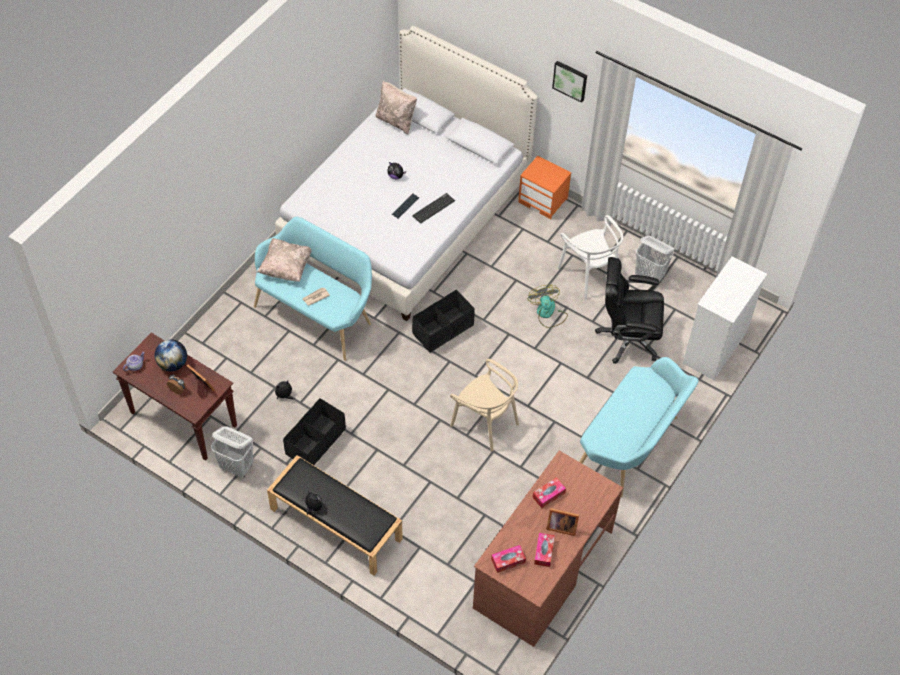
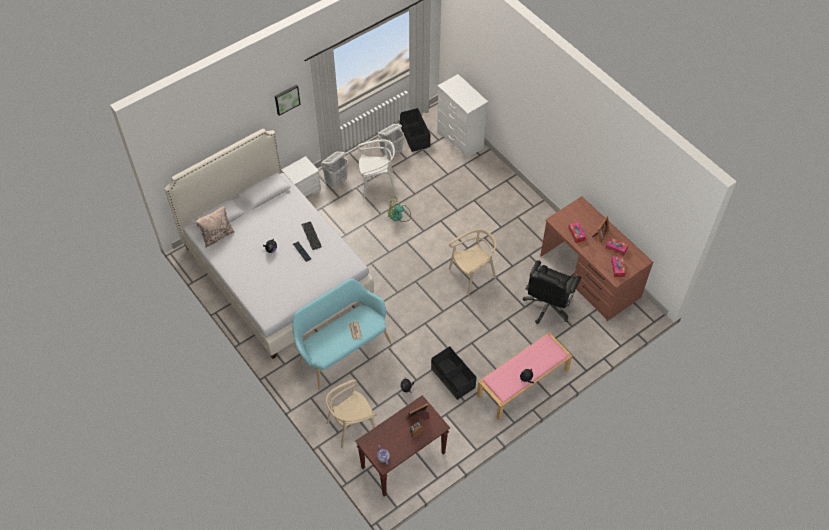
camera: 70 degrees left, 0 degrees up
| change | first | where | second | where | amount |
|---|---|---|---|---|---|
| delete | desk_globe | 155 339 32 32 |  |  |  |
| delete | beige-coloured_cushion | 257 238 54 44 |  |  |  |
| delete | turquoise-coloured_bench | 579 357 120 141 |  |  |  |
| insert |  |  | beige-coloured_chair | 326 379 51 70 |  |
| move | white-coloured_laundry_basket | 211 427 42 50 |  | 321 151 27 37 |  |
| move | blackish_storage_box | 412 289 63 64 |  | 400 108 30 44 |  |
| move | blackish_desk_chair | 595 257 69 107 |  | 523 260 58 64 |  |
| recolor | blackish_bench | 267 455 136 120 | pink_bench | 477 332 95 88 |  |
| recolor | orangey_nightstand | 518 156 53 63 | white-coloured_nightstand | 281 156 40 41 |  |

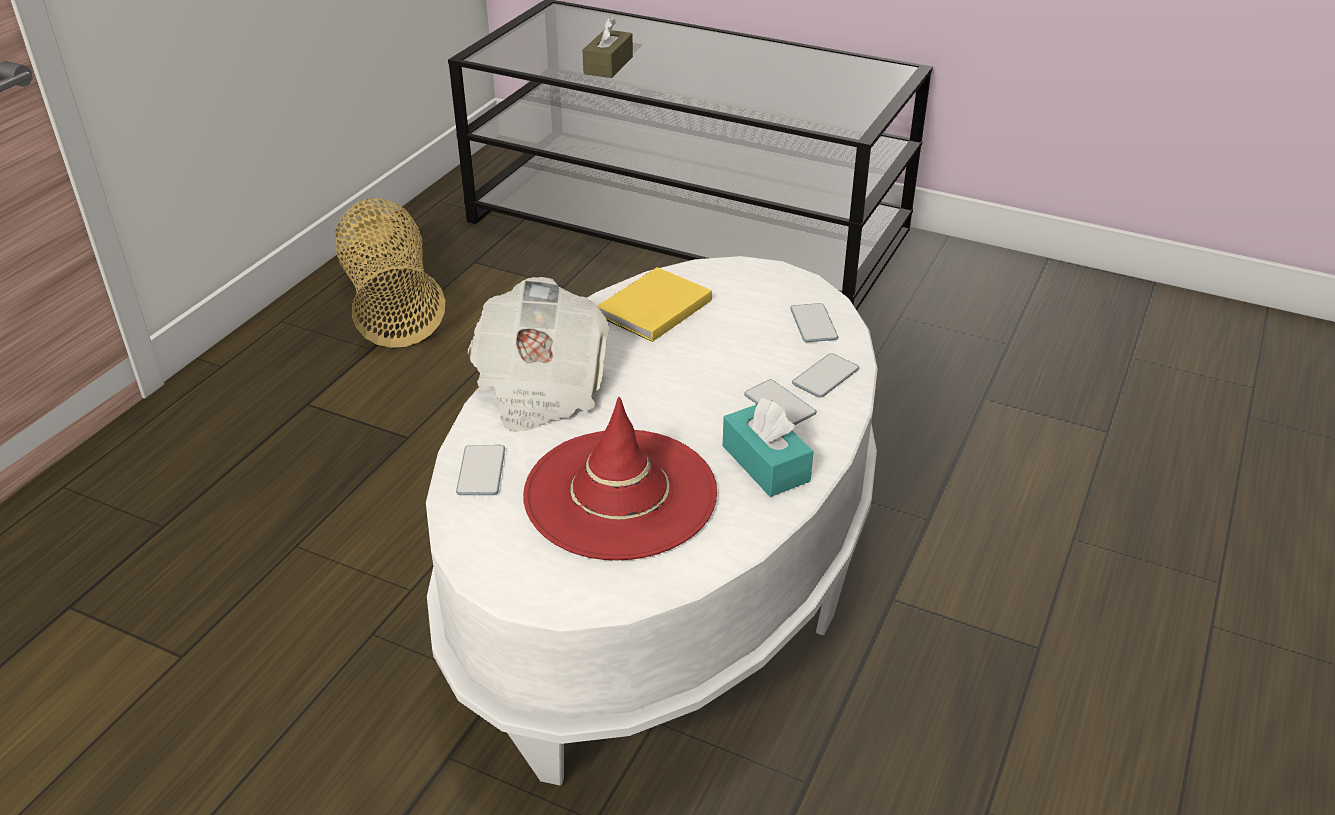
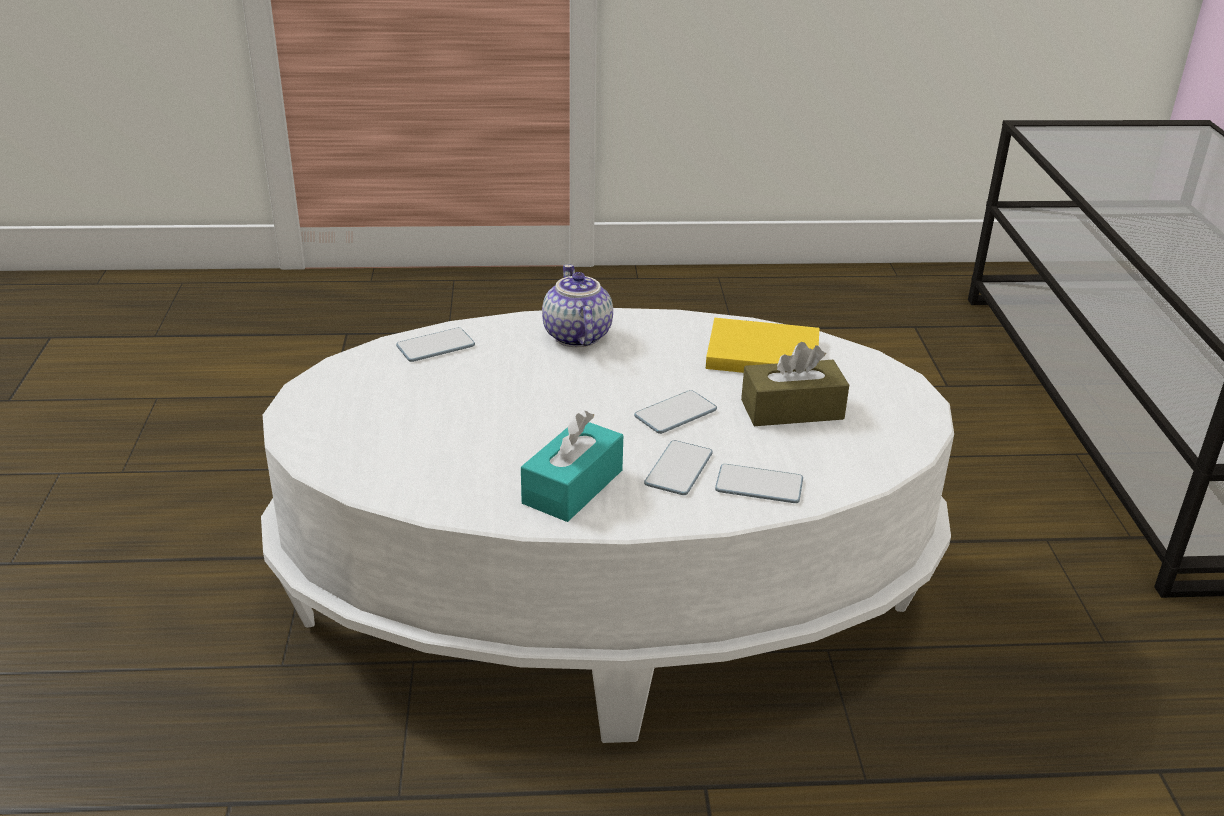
camera: 60 degrees right, 5 degrees down
| change | first | where | second | where | amount |
|---|---|---|---|---|---|
| delete | basket | 336 198 109 150 |  |  |  |
| delete | red_hat | 523 397 194 163 |  |  |  |
| move | brown_tissue_box | 582 17 51 61 |  | 741 342 108 84 |  |
| move | handset | 790 303 48 39 |  | 634 390 83 44 |  |
| replace | printed_paper | 467 277 142 155 | teapot | 542 264 71 83 |  |

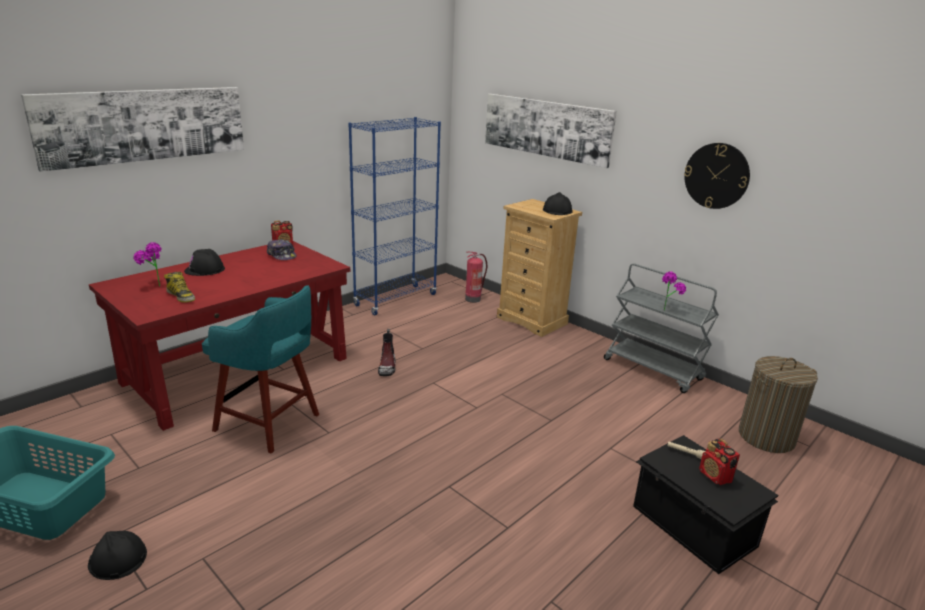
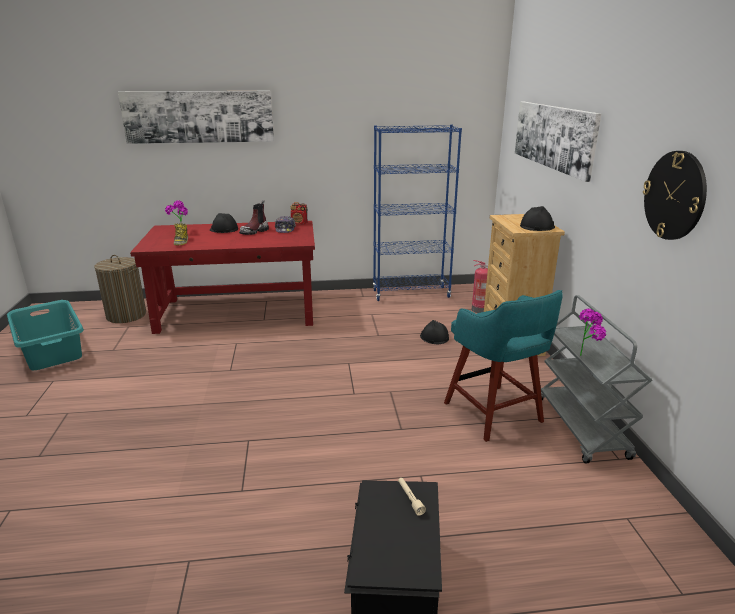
camera: 40 degrees right, 0 degrees up
| change | first | where | second | where | amount |
|---|---|---|---|---|---|
| delete | radio_set | 699 439 41 46 |  |  |  |
| move | blackish_safety_helmet | 88 531 59 49 |  | 420 320 29 24 |  |
| move | turquoise-coloured_stool | 202 285 117 168 |  | 444 290 119 152 |  |
| move | boot | 378 329 17 47 |  | 239 200 30 35 |  |
| move | laundry_basket | 739 356 79 97 |  | 94 255 52 68 |  |

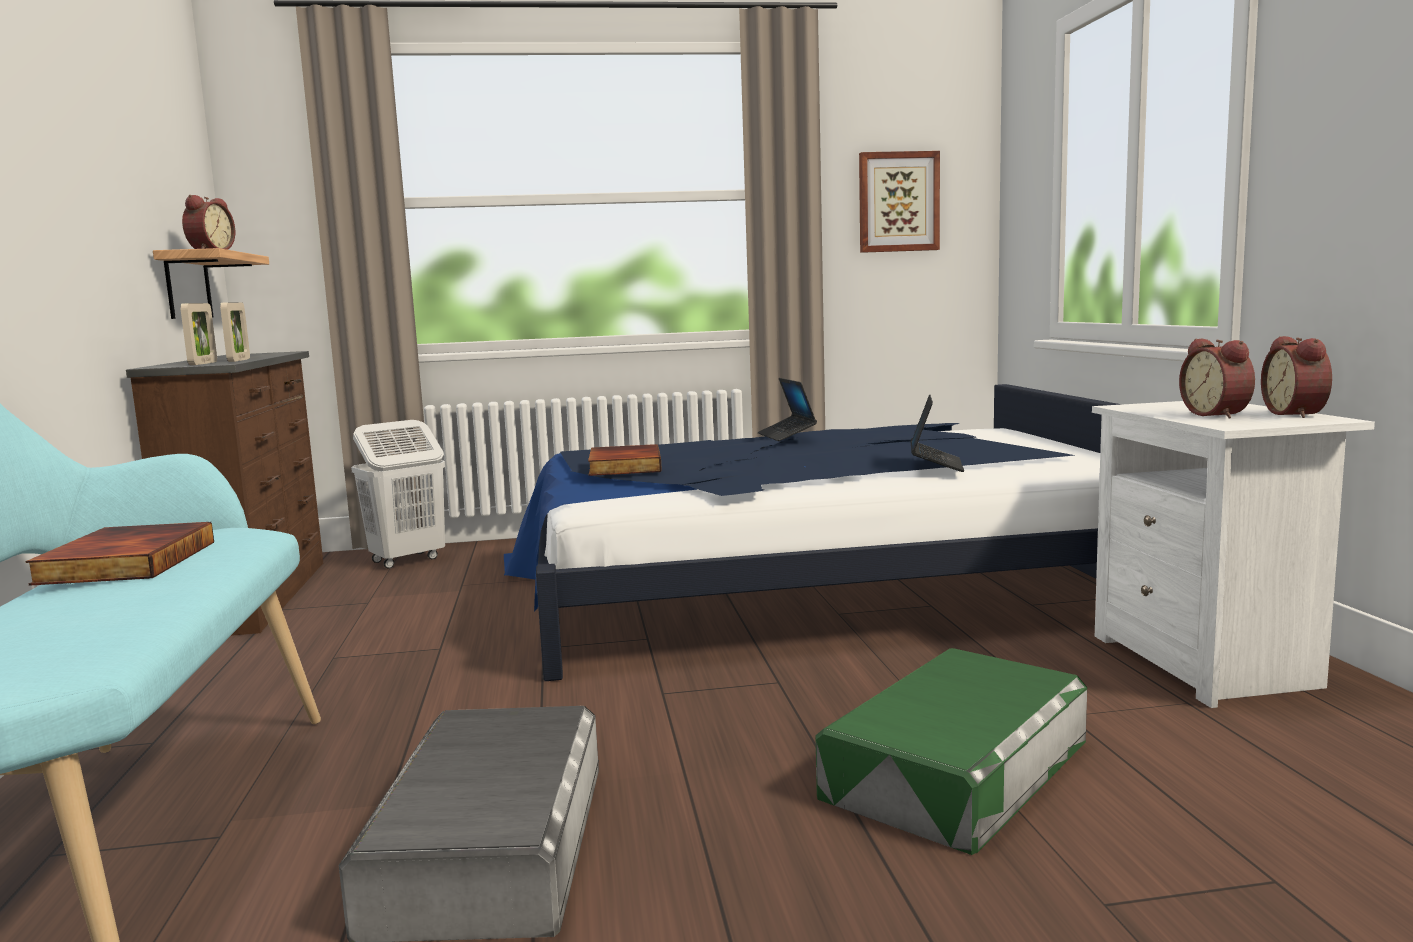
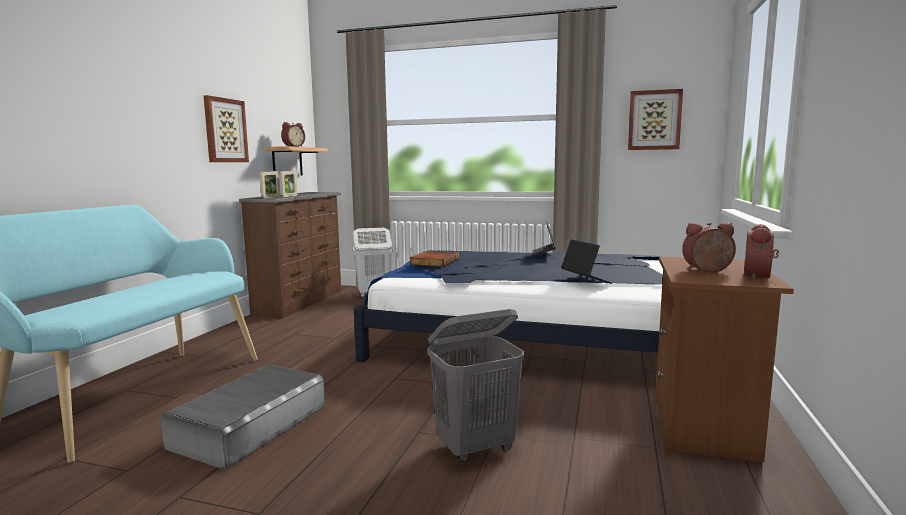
camera: 25 degrees right, 0 degrees up
| change | first | where | second | where | amount |
|---|---|---|---|---|---|
| delete | bound_book | 26 522 188 64 |  |  |  |
| insert |  |  | picture | 204 95 45 67 |  |
| replace | green-coloured_storage_box | 815 648 272 207 | grey_laundry_basket | 427 309 97 153 |  |
| recolor | white-coloured_nightstand | 1092 401 283 307 | brown_nightstand | 655 257 139 206 |  |
| rotate | portable_computer | 911 394 53 78 |  | 561 240 51 44 | 60 degrees counterclockwise |
| rotate | table_clock | 1179 339 76 80 |  | 682 223 54 50 | 75 degrees clockwise |

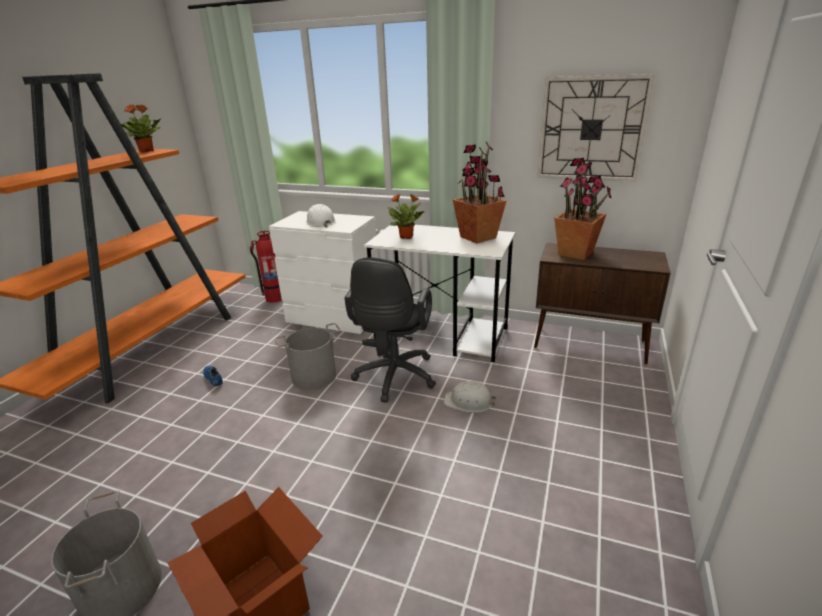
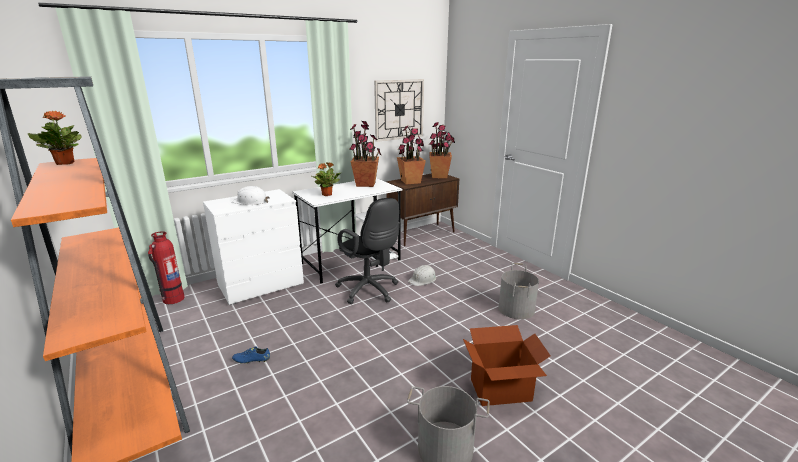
camera: 55 degrees left, 5 degrees down
| change | first | where | second | where | amount |
|---|---|---|---|---|---|
| insert |  |  | potted_plant | 429 122 26 56 |  |
| move | grey_water_bucket | 274 323 67 67 |  | 498 263 41 57 |  |

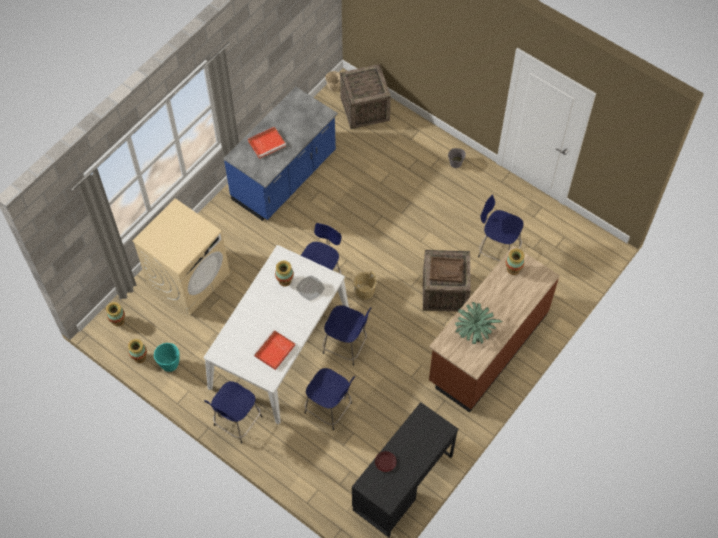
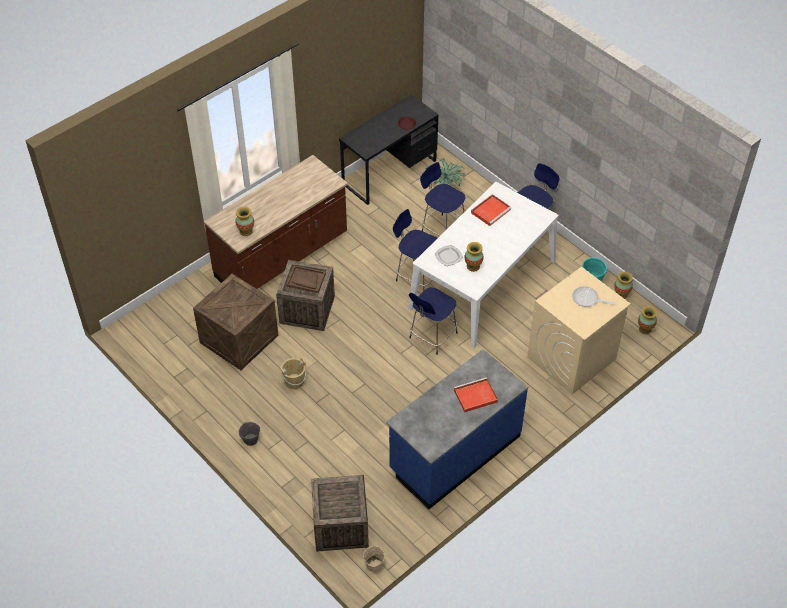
camera: 170 degrees left, 10 degrees down
| change | first | where | second | where | amount |
|---|---|---|---|---|---|
| insert |  |  | frying_pan | 572 286 44 21 |  |
| move | beige-coloured_water_bucket | 354 271 22 29 |  | 280 357 26 32 |  |
| move | potted_plant | 455 302 47 42 |  | 425 158 40 28 |  |
| replace | blue-coloured_stool | 478 194 46 67 | shipping_crate | 193 274 85 96 |  |

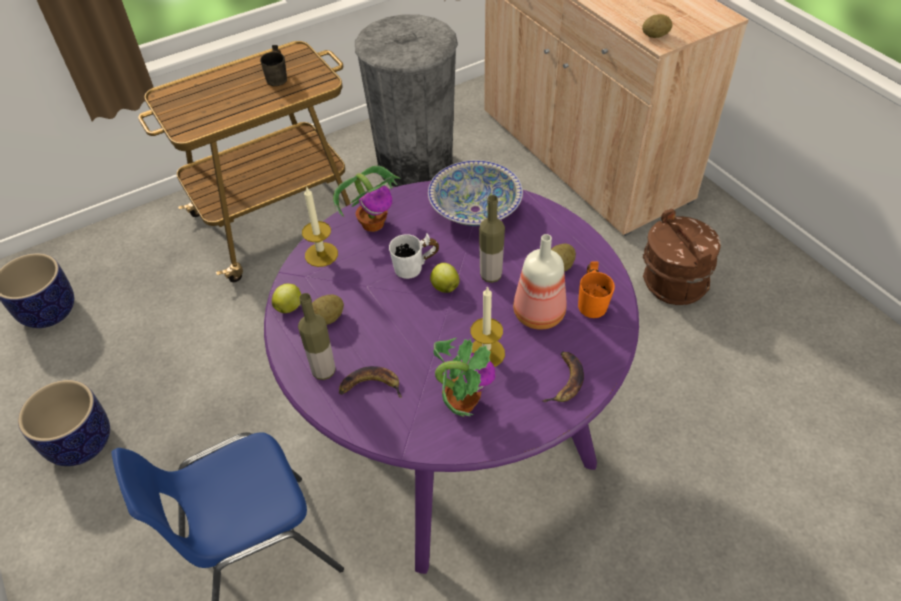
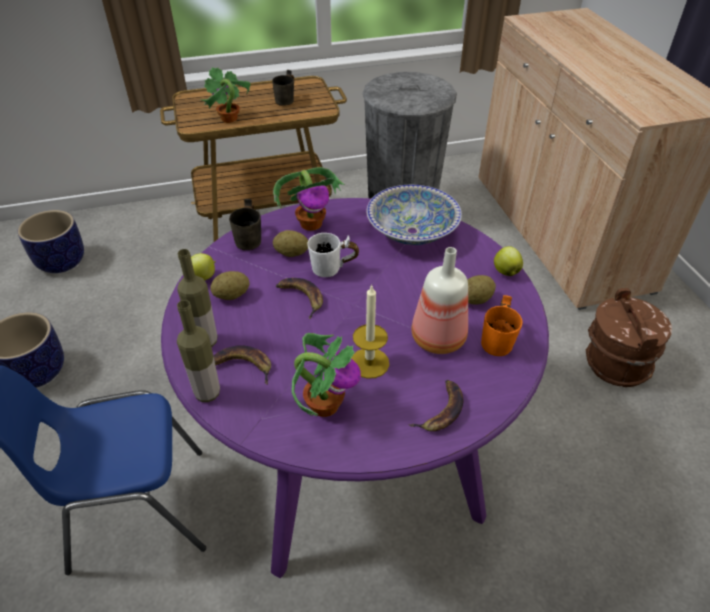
camera: 15 degrees right, 5 degrees down
| change | first | where | second | where | amount |
|---|---|---|---|---|---|
| insert |  |  | potted_plant | 200 67 51 56 |  |
| insert |  |  | whole_banana | 276 278 47 41 |  |
| move | apple | 430 263 29 30 |  | 494 246 29 30 |  |
| move | bottle | 479 195 26 88 |  | 177 300 43 102 |  |
| move | spud | 642 14 30 24 |  | 273 230 35 27 |  |
| replace | candle | 302 186 36 81 | grey_coffee_mug | 229 199 32 51 |  |

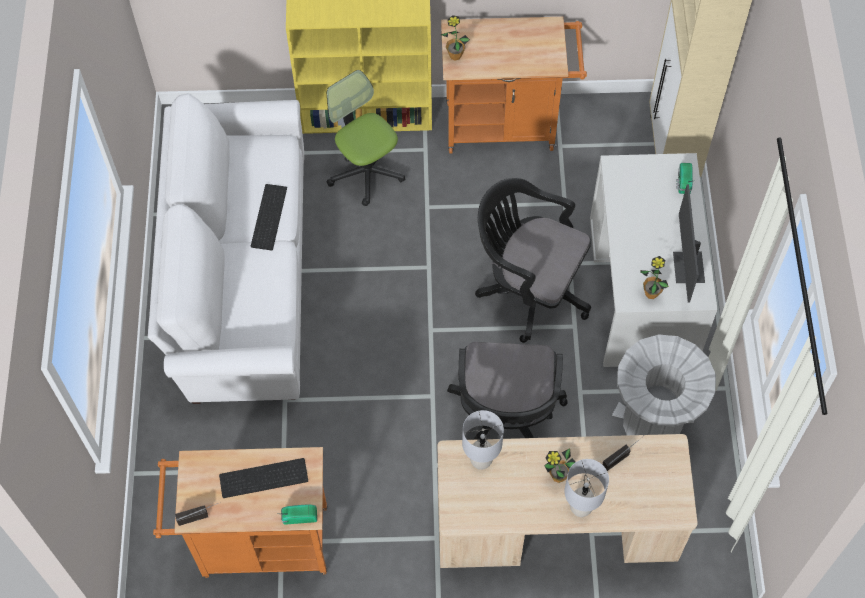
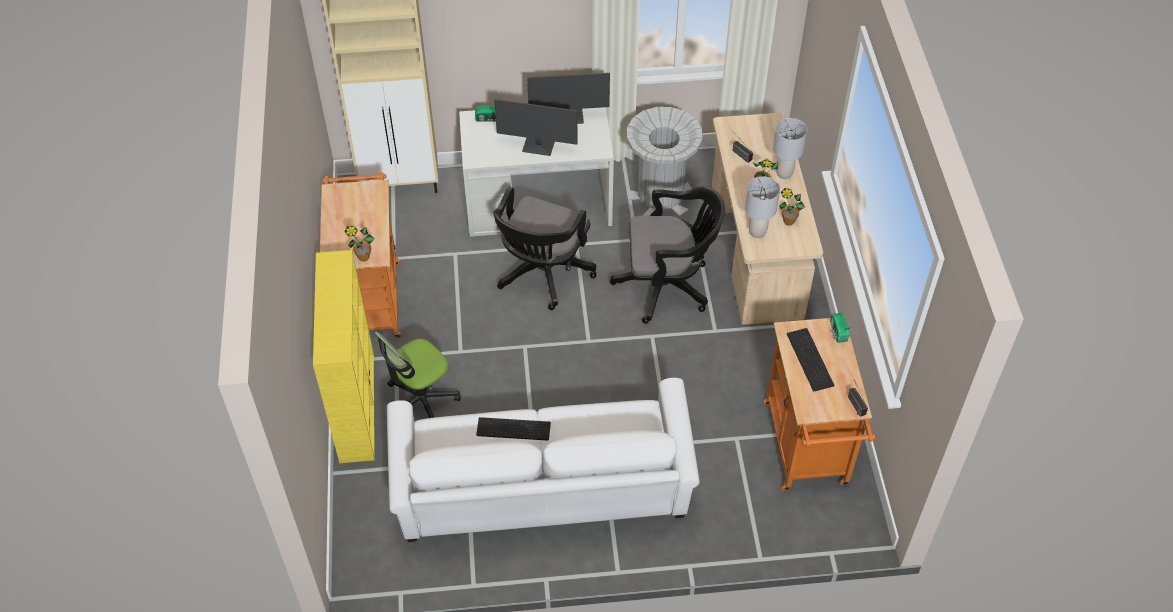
camera: 95 degrees left, 10 degrees down
| change | first | where | second | where | amount |
|---|---|---|---|---|---|
| insert |  |  | computer_display | 494 99 84 57 |  |
| move | potted_plant | 640 256 29 43 |  | 779 188 26 38 |  |

